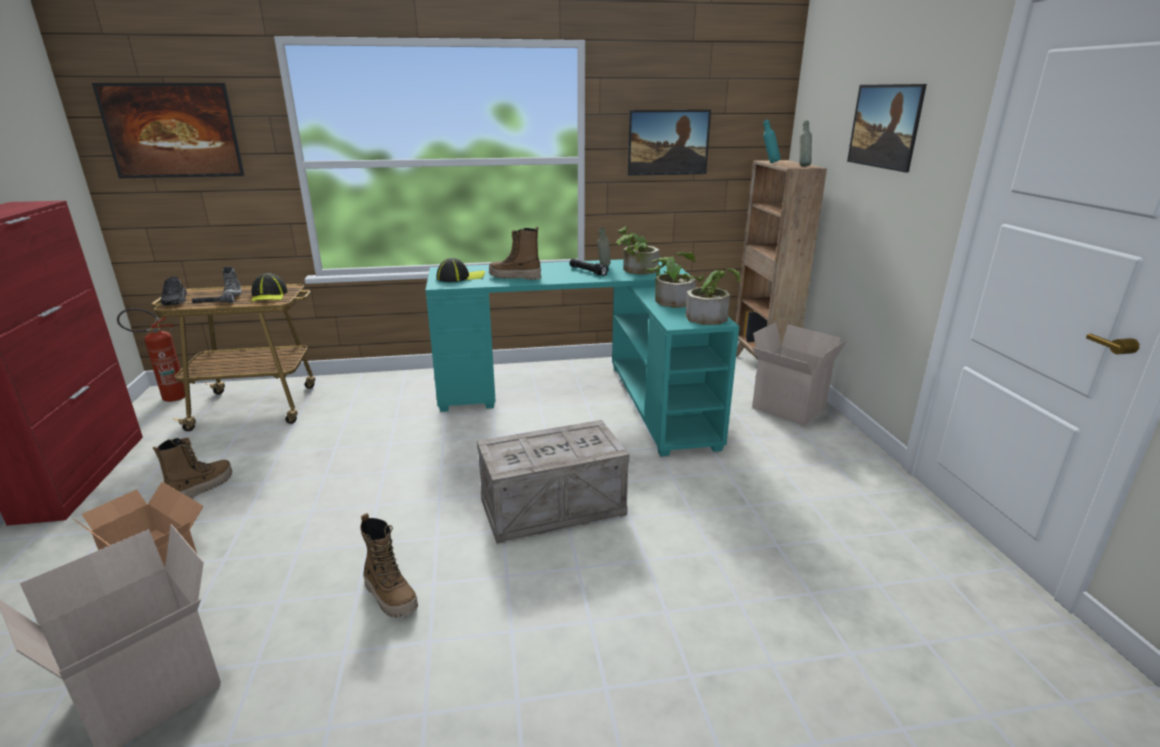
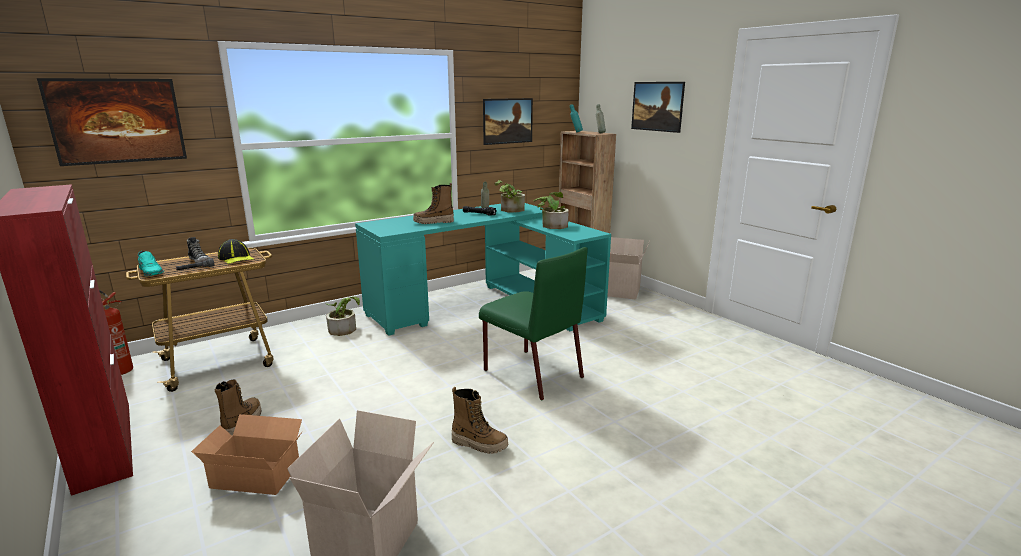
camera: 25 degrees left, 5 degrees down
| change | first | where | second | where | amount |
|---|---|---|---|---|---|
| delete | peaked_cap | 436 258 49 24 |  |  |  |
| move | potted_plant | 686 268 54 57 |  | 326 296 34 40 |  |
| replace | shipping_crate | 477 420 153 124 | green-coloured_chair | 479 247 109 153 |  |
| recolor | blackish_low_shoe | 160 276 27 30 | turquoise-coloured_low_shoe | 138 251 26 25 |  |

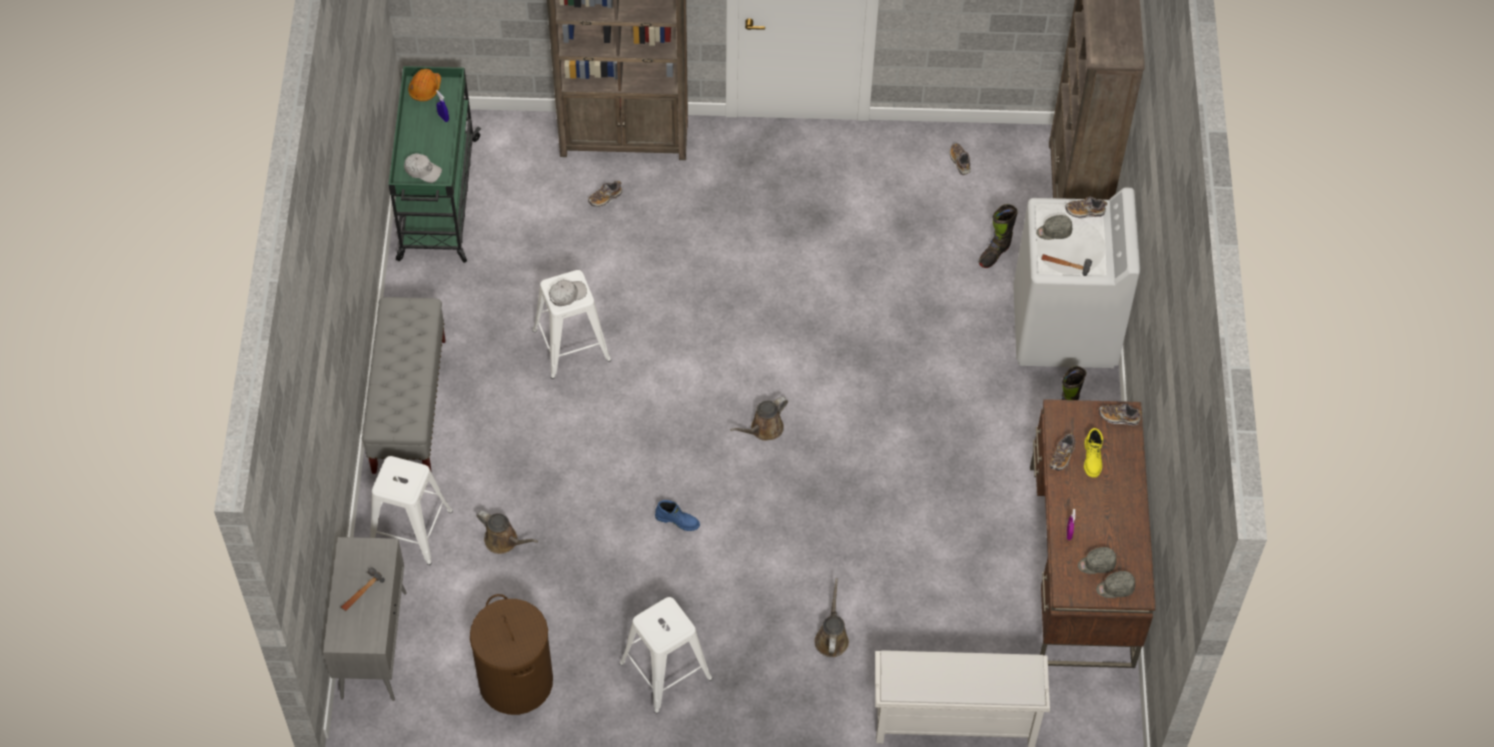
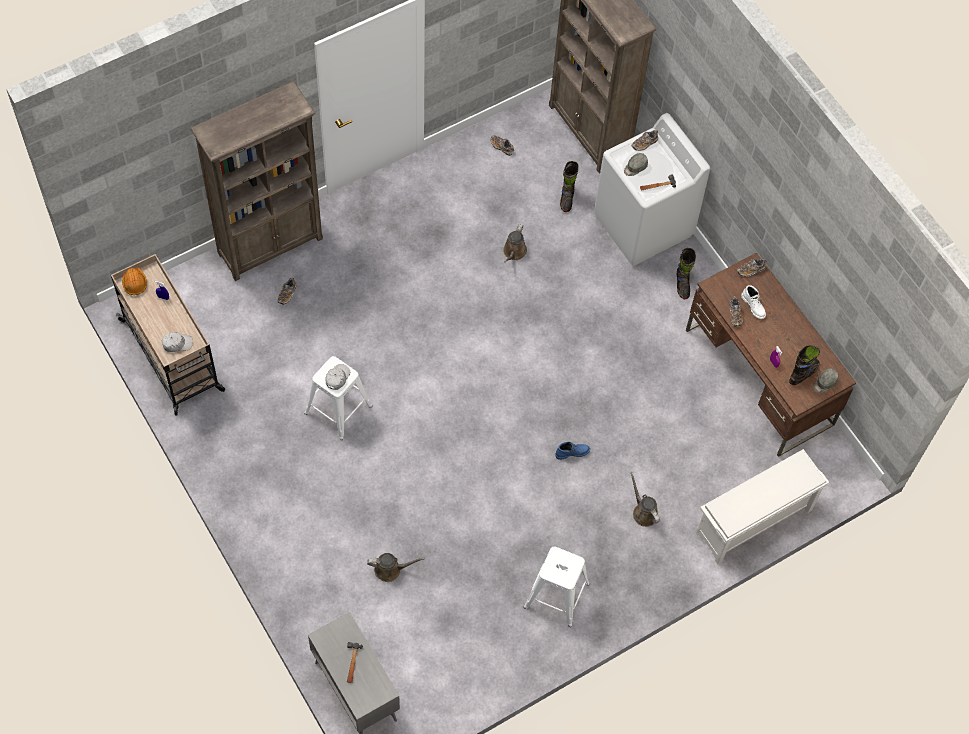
camera: 35 degrees left, 5 degrees up
| change | first | where | second | where | amount |
|---|---|---|---|---|---|
| delete | grey_bench | 362 297 84 177 |  |  |  |
| delete | white-coloured_stool | 370 456 83 109 |  |  |  |
| delete | brown_laundry_basket | 470 594 83 121 |  |  |  |
| move | blue-coloured_boot | 655 500 45 31 |  | 555 442 35 18 |  |
| move | brown_sprinkling_can | 730 397 58 44 |  | 503 224 24 39 |  |
| replace | grey_peaked_cap | 1078 547 39 27 | blackish_boot | 789 345 31 40 |  |
| recolor | green-coloured_trolley | 388 66 93 197 | beige-coloured_trolley | 111 254 114 161 |  |
| recolor | yellow_boot | 1084 428 19 50 | white-coloured_boot | 741 285 25 34 |  |

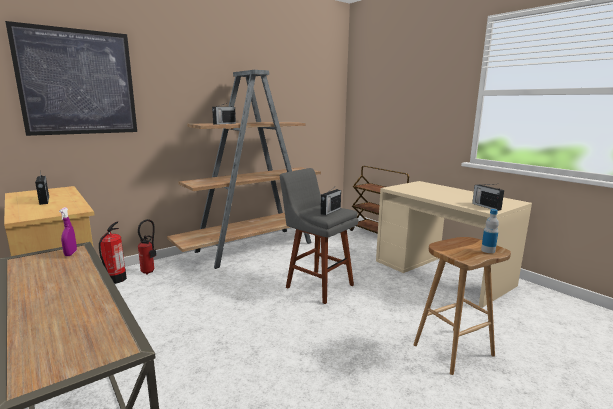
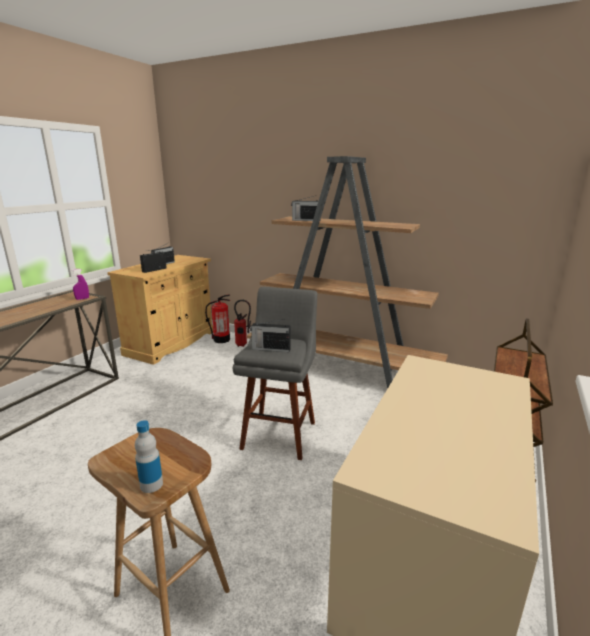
camera: 65 degrees right, 5 degrees up
| change | first | where | second | where | amount |
|---|---|---|---|---|---|
| delete | picture | 5 21 132 115 |  |  |  |
| move | radio_set | 472 184 32 27 |  | 140 250 27 23 |  |

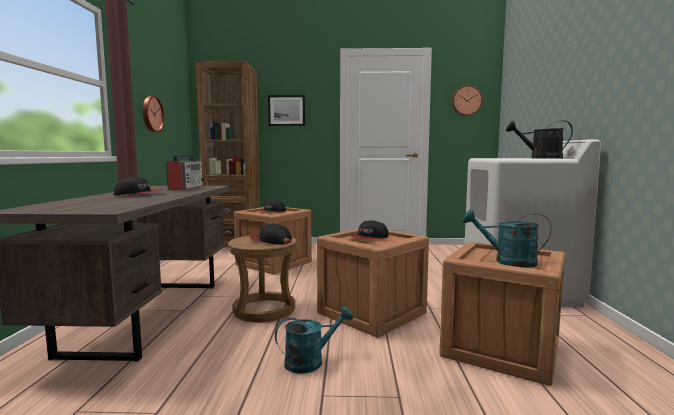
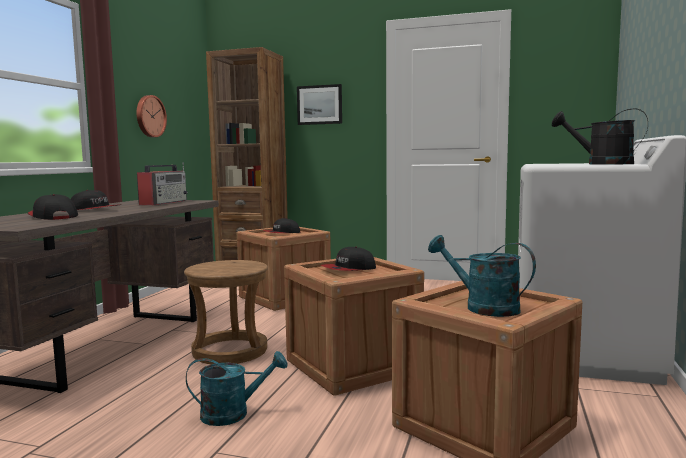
camera: 15 degrees right, 0 degrees up
| change | first | where | second | where | amount |
|---|---|---|---|---|---|
| delete | hanging_clock | 452 85 31 31 |  |  |  |
| move | peaked_cap | 249 224 43 21 |  | 28 194 50 26 |  |

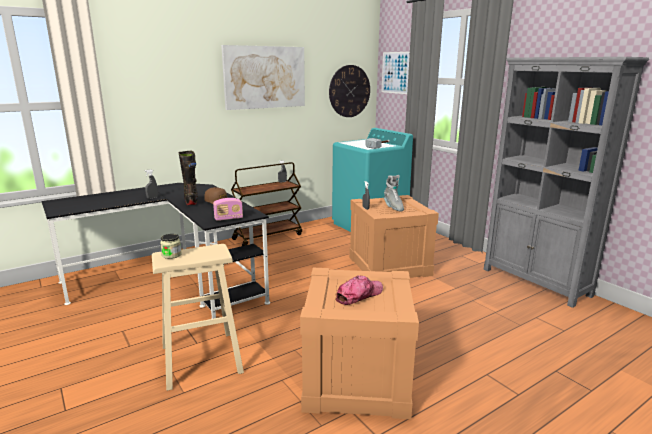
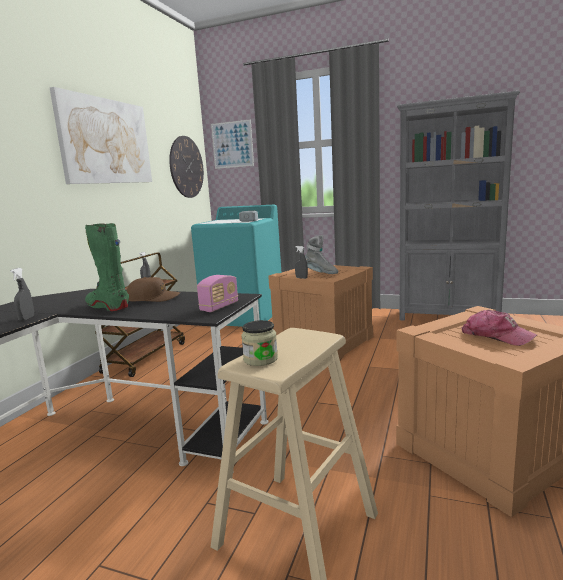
camera: 35 degrees left, 5 degrees down
| change | first | where | second | where | amount |
|---|---|---|---|---|---|
| recolor | blackish_boot | 178 151 20 54 | green-coloured_boot | 85 223 44 88 |  |
| rotate | peaked_cap | 335 275 48 30 |  | 462 310 75 36 | 120 degrees clockwise |

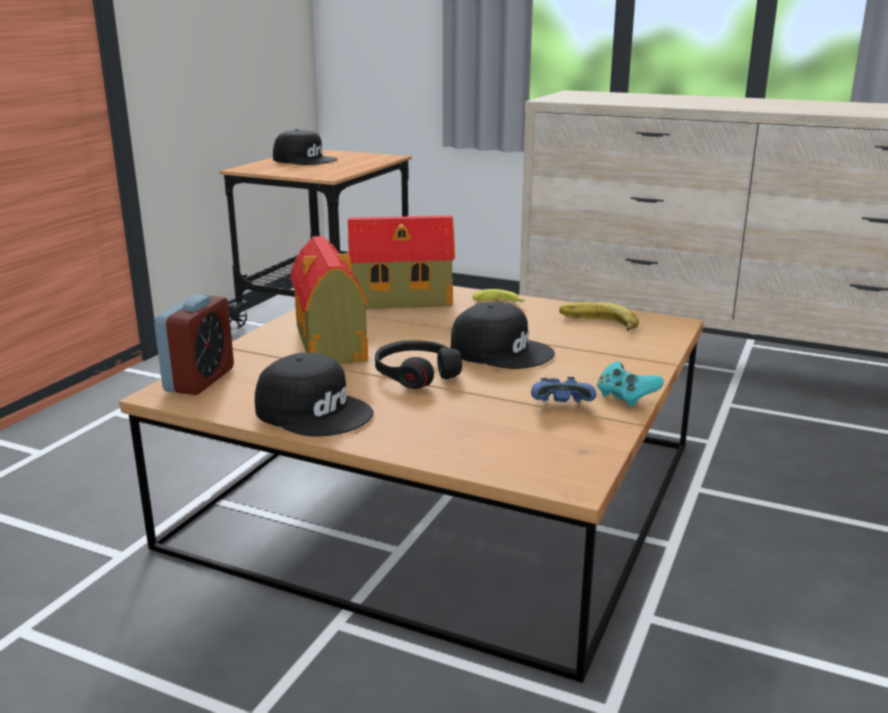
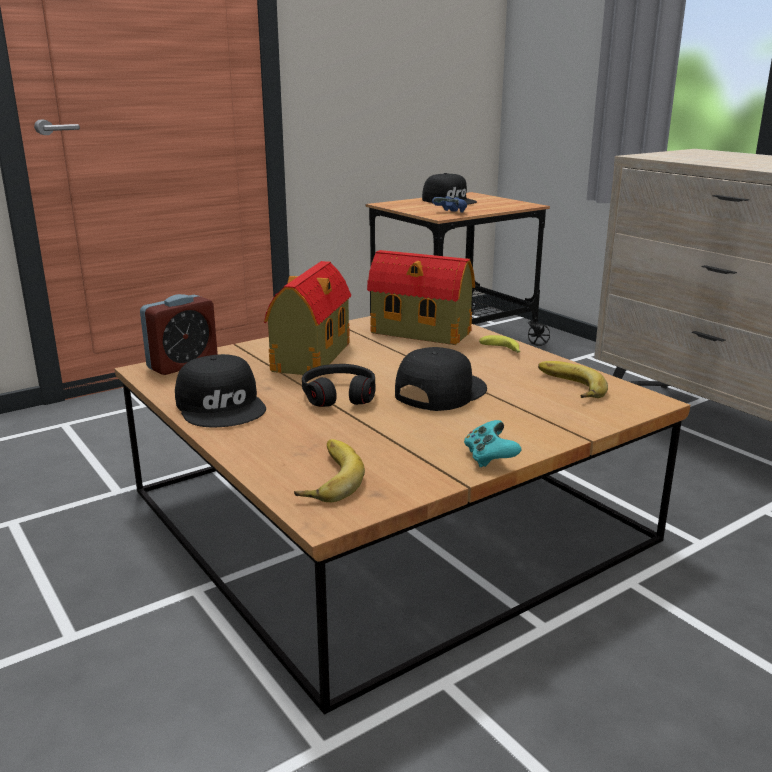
camera: 30 degrees right, 0 degrees up
| change | first | where | second | where | amount |
|---|---|---|---|---|---|
| insert |  |  | whole_banana | 294 439 71 63 |  |
| move | blue-coloured_game_controller | 531 377 66 25 |  | 432 196 35 17 |  |
| rotate | blackish_peaked_cap | 450 302 105 67 |  | 395 347 92 64 | 105 degrees counterclockwise |

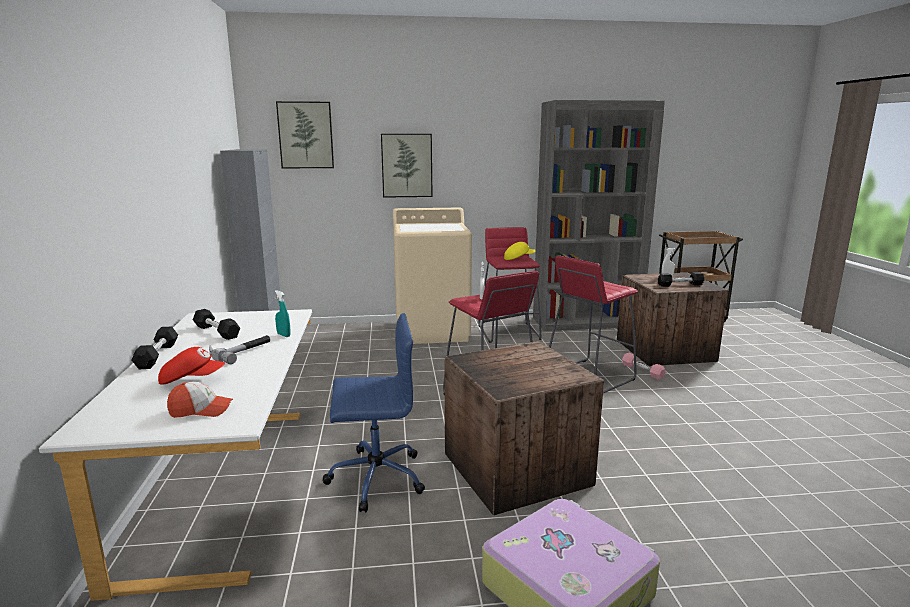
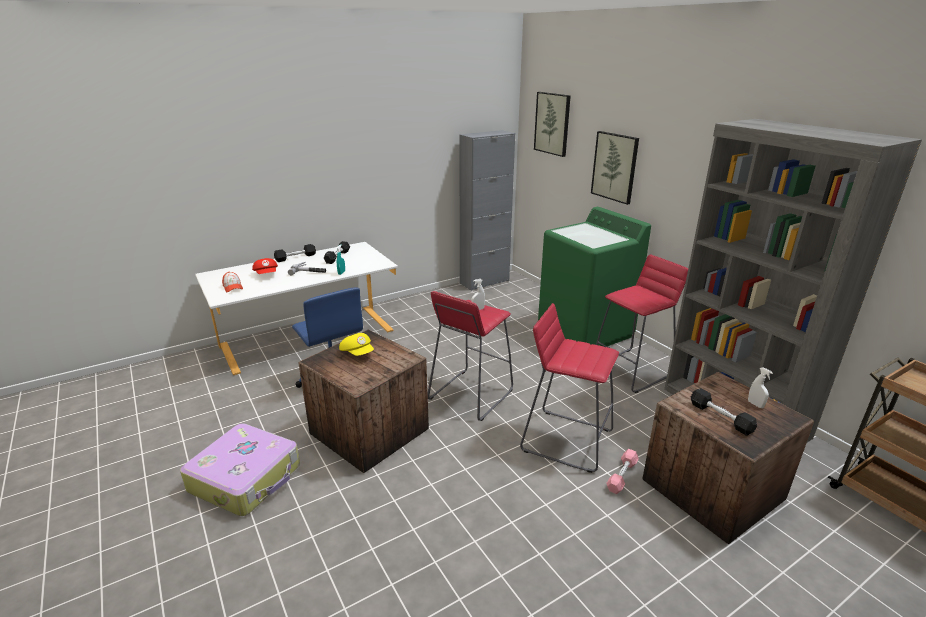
camera: 65 degrees right, 10 degrees up
| change | first | where | second | where | amount |
|---|---|---|---|---|---|
| move | yellow_peaked_cap | 504 242 31 18 |  | 339 333 35 23 |  |
| recolor | beige-coloured_laundry_appliance | 393 207 79 137 | green-coloured_laundry_appliance | 538 207 113 139 |  |

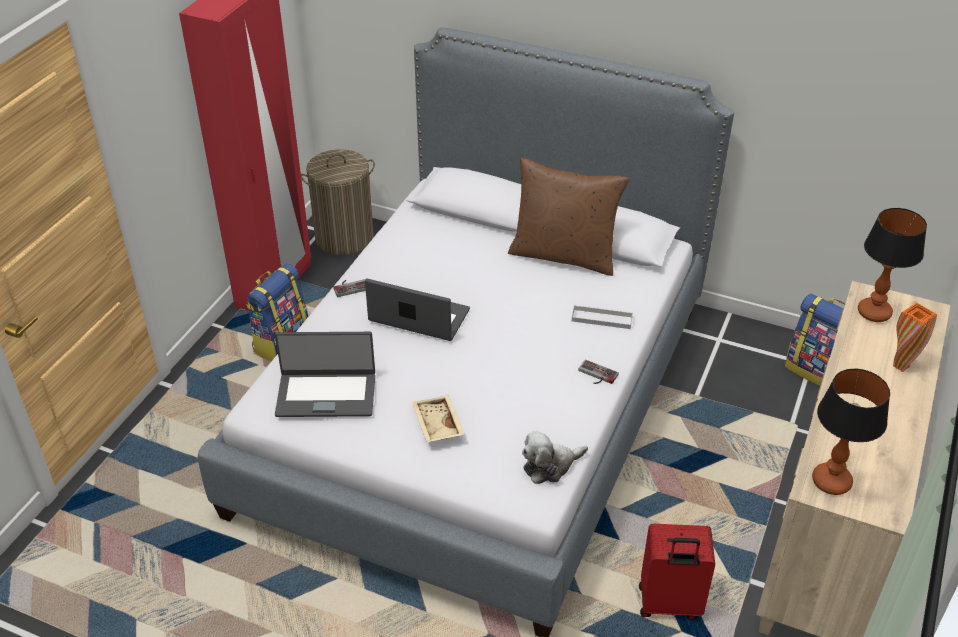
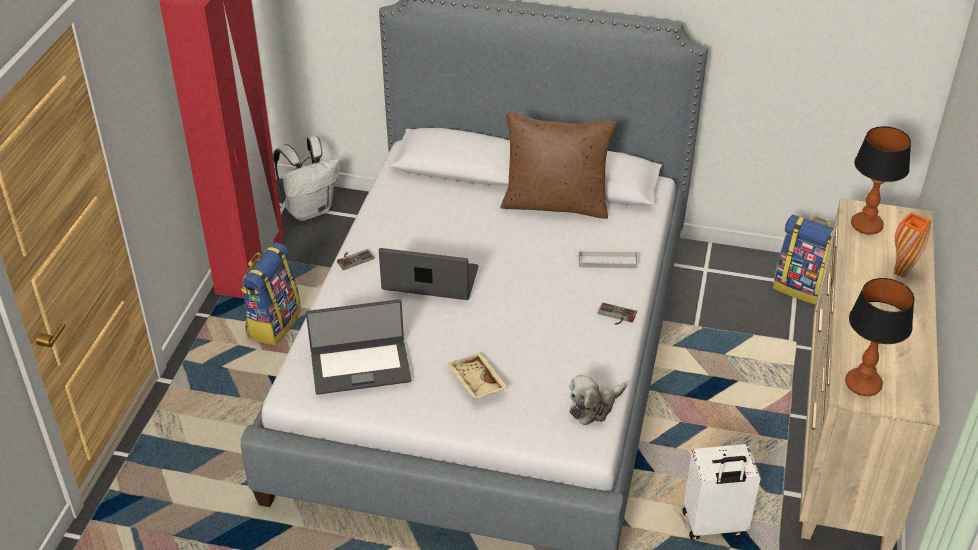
camera: 10 degrees left, 0 degrees up
| change | first | where | second | where | amount |
|---|---|---|---|---|---|
| replace | laundry_basket | 301 149 74 106 | white-coloured_knapsack | 273 136 67 85 |  |
| recolor | red_suitcase | 639 524 76 95 | white-coloured_suitcase | 682 444 79 96 |  |

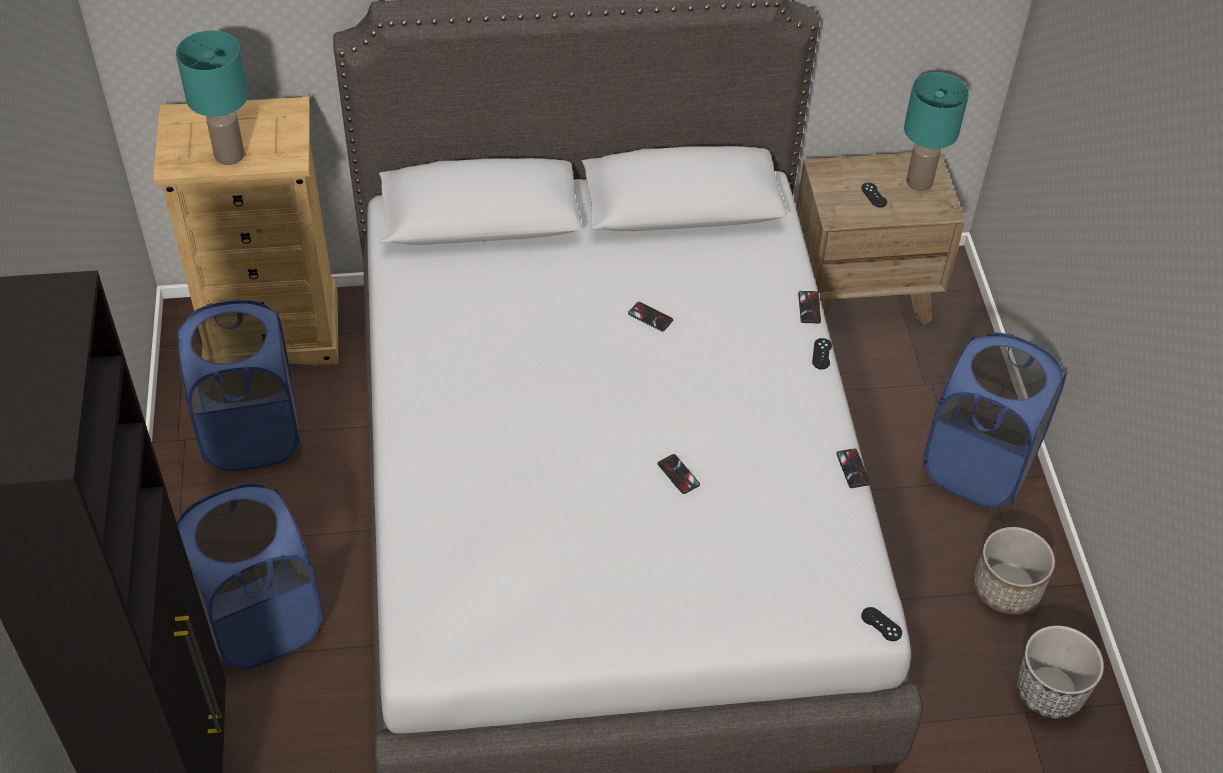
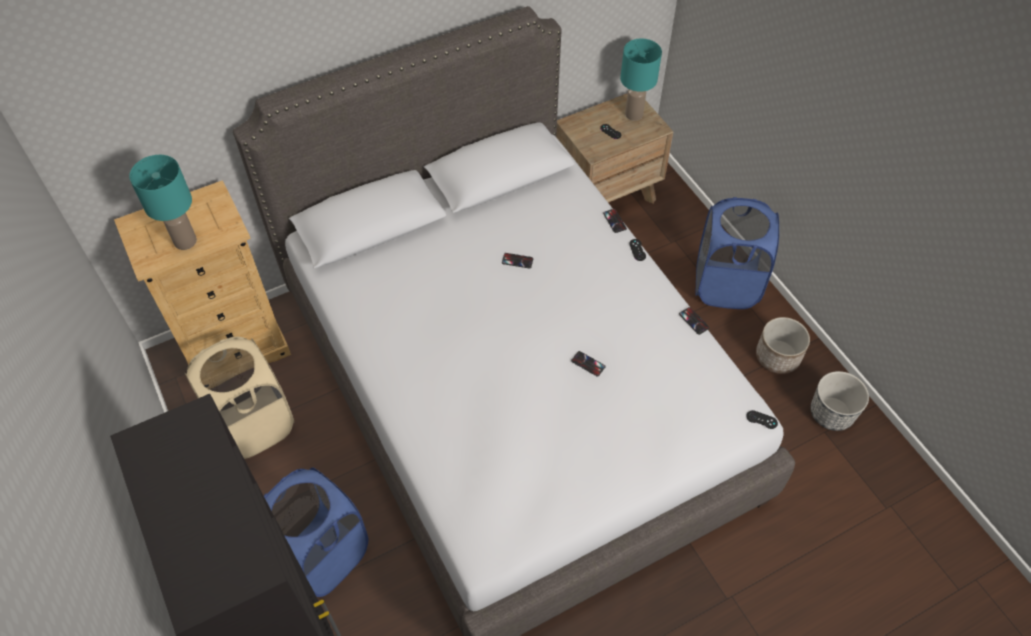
camera: 20 degrees left, 5 degrees up
| change | first | where | second | where | amount |
|---|---|---|---|---|---|
| recolor | blue-coloured_laundry_basket | 177 299 124 172 | beige-coloured_laundry_basket | 185 337 109 122 |  |

